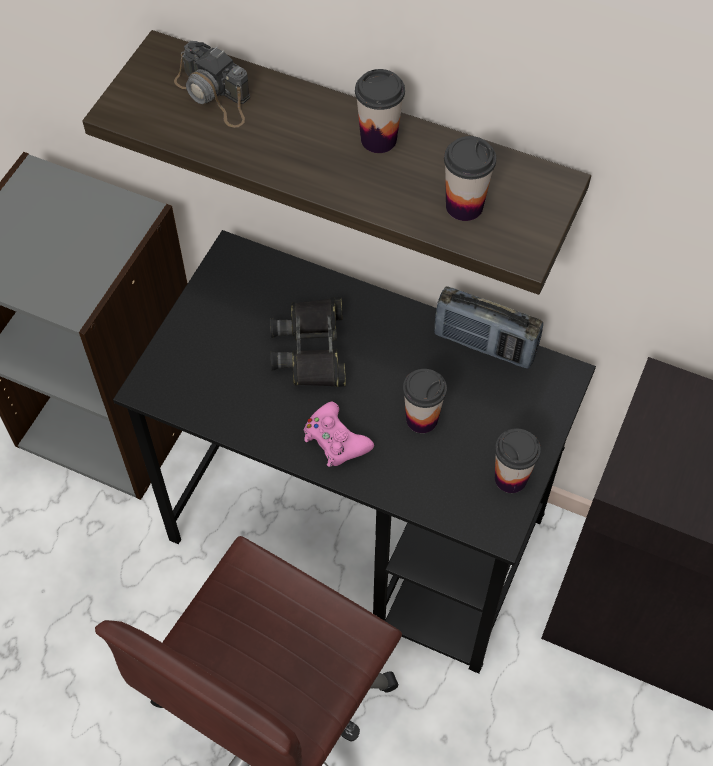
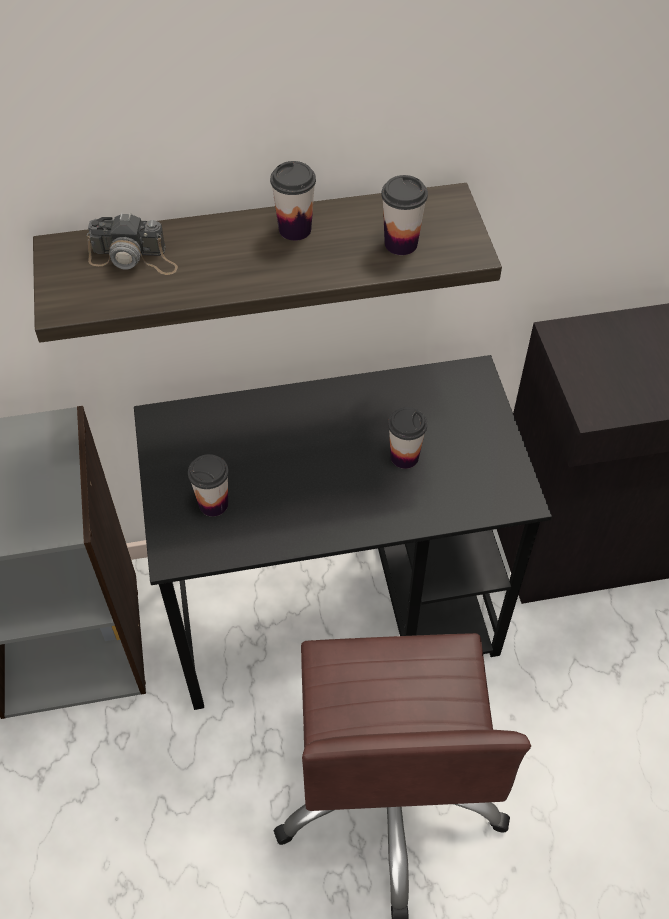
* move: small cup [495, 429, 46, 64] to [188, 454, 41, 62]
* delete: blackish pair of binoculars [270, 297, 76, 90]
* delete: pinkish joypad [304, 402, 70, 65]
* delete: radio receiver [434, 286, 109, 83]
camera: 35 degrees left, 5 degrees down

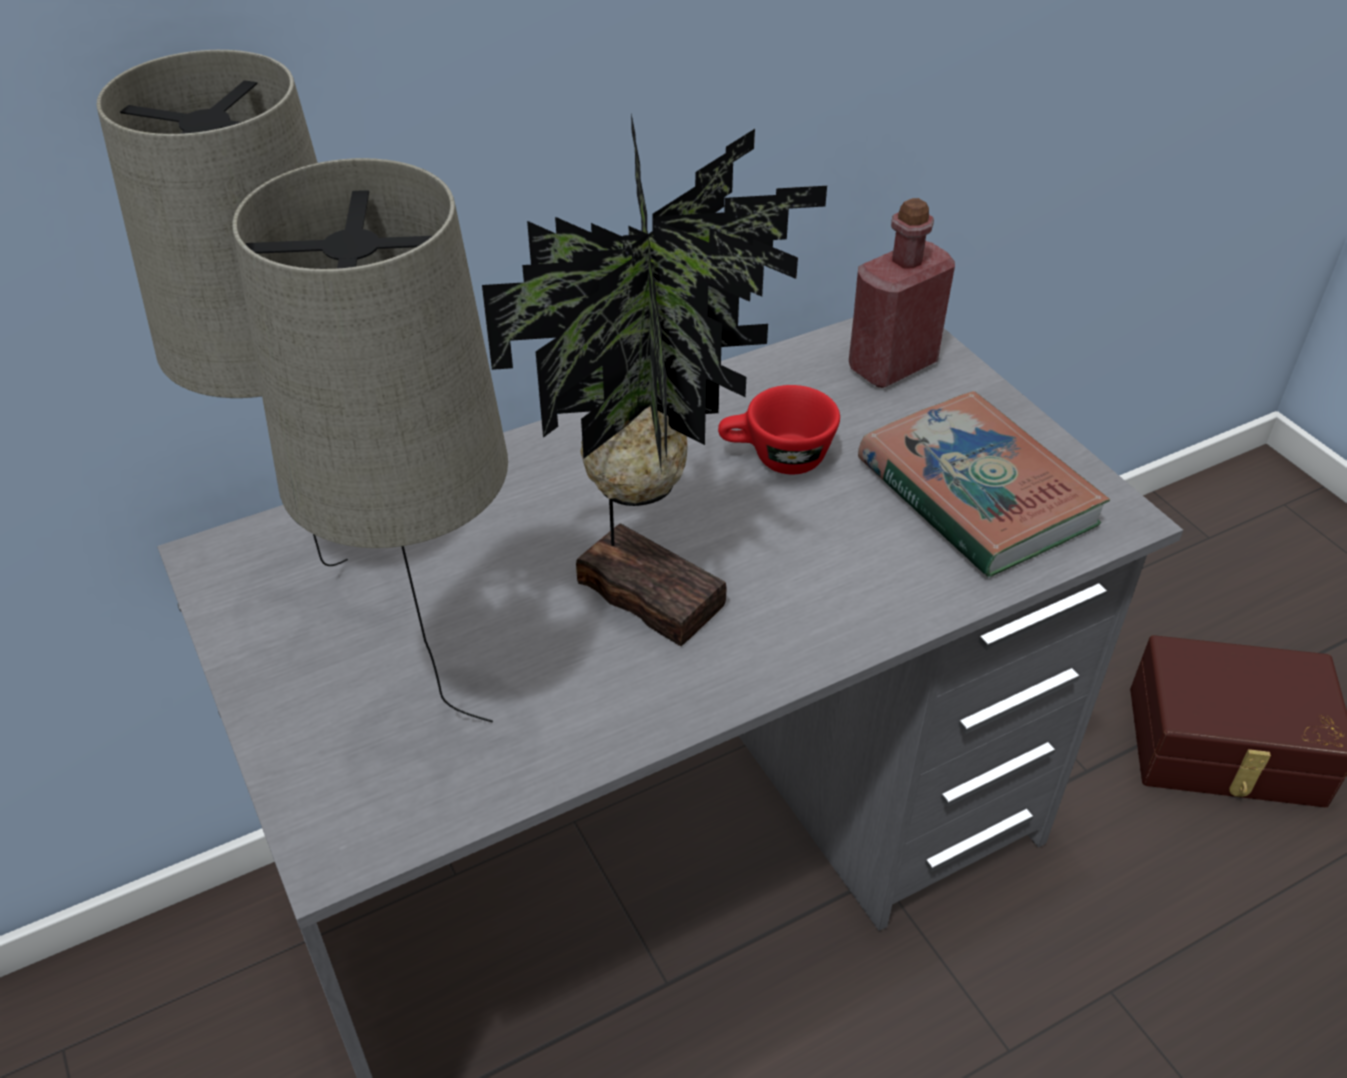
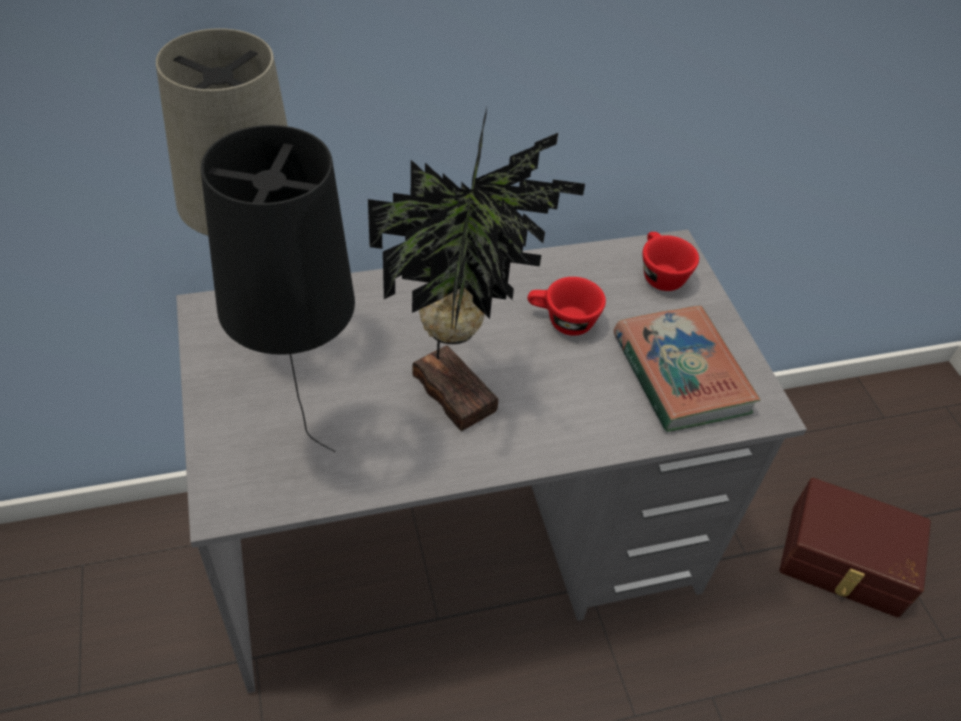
* recolor: sand-coloured table lamp [232, 158, 276, 564] to blackish table lamp [201, 125, 154, 327]
* replace: red-coloured drink bottle [849, 198, 106, 190] to red-coloured small cup [643, 232, 56, 59]
camera: 10 degrees right, 5 degrees up

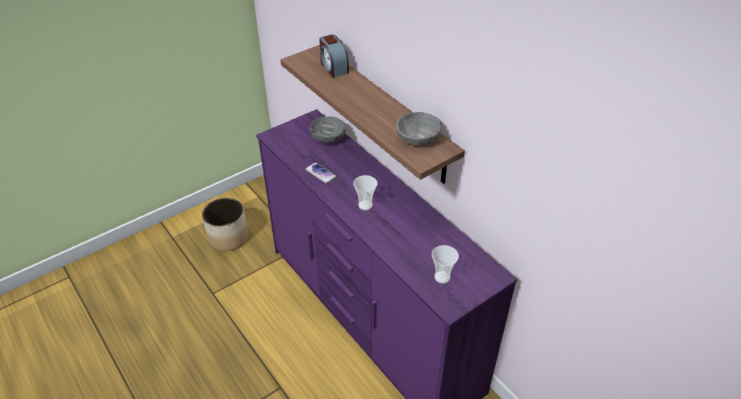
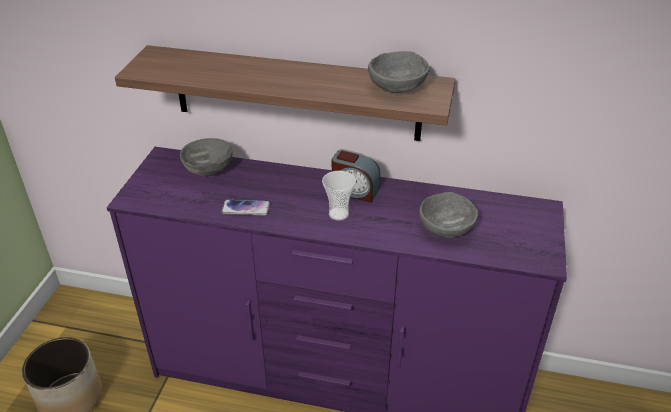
* move: bedside clock [319, 35, 30, 43] to [332, 149, 48, 54]
* insert: greyish bowl [419, 192, 59, 46]
* delete: small cup [432, 245, 27, 39]
camera: 40 degrees left, 5 degrees down

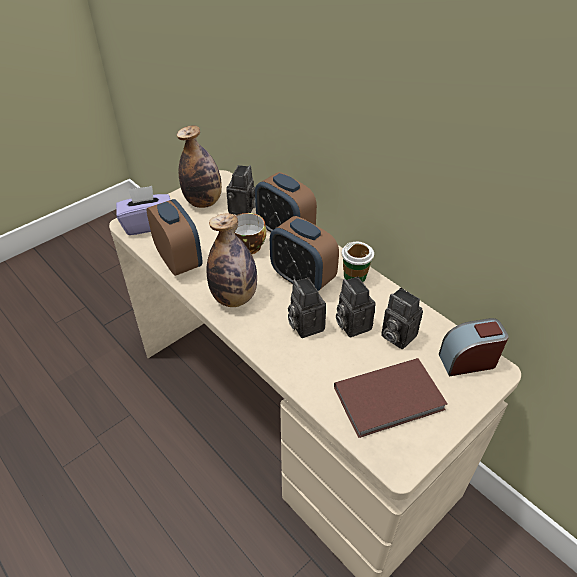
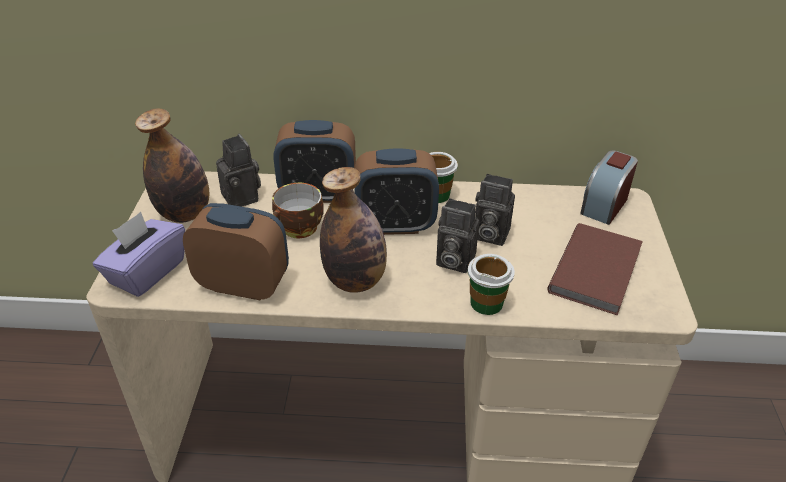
* insert: small cup [468, 254, 47, 61]
* delete: photo camera [381, 288, 42, 61]
camera: 45 degrees left, 5 degrees down

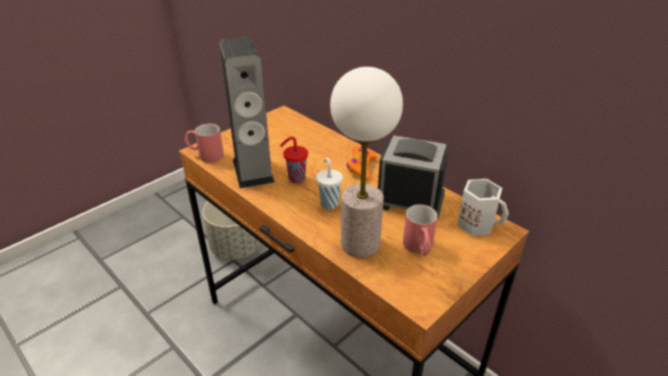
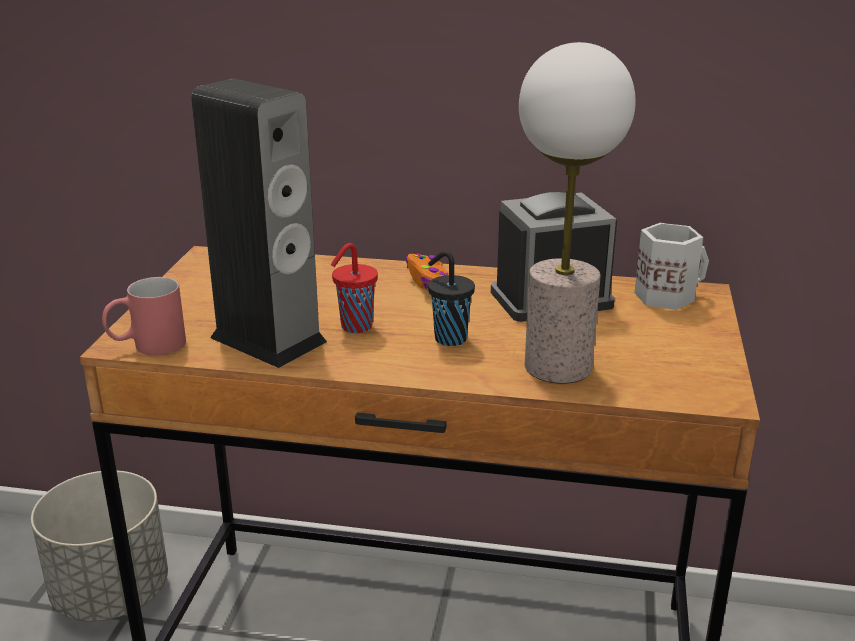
* recolor: whitish small cup [316, 158, 27, 51] to blackish small cup [428, 251, 47, 95]
* delete: red-coloured mug [403, 205, 34, 51]
camera: 35 degrees left, 10 degrees down

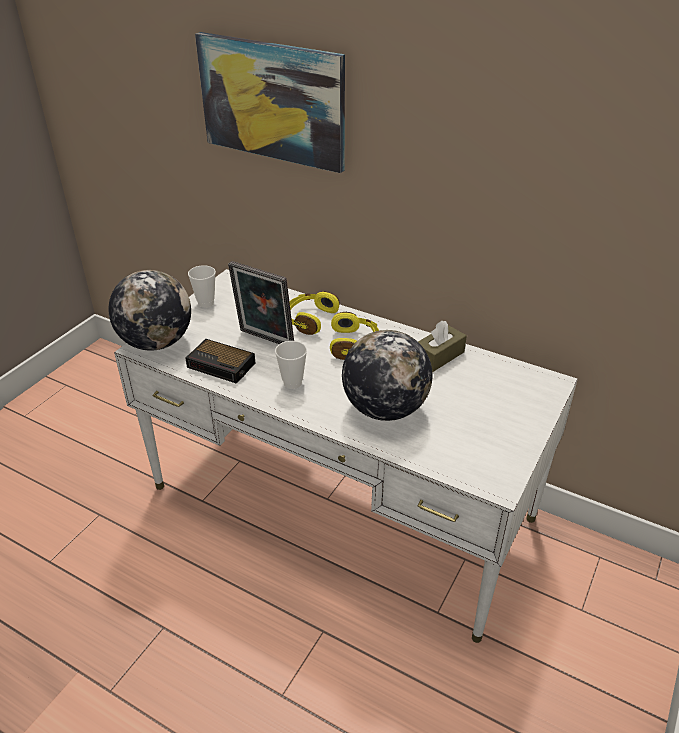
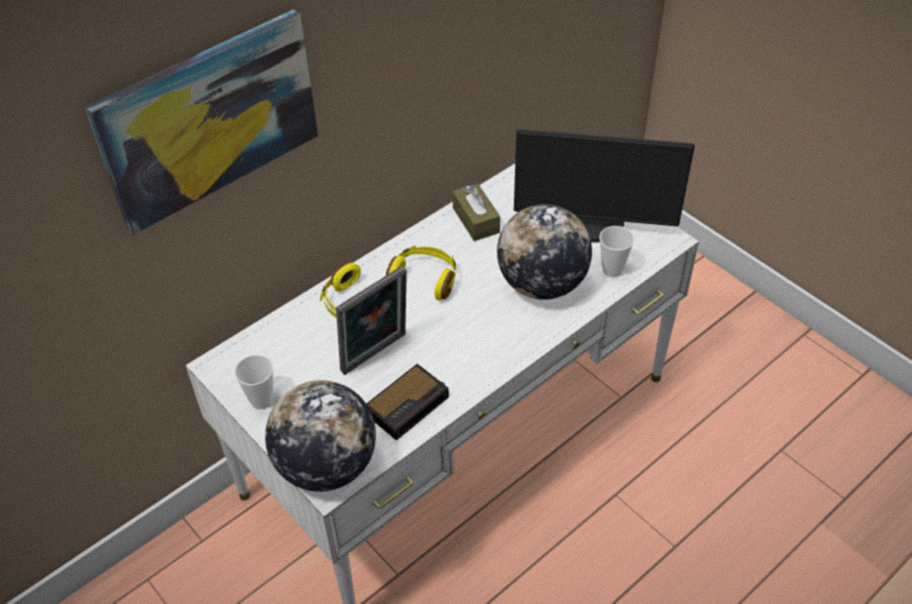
* insert: computer display [514, 129, 181, 113]
* move: small cup [275, 341, 32, 48] to [599, 226, 35, 51]
camera: 70 degrees left, 10 degrees up

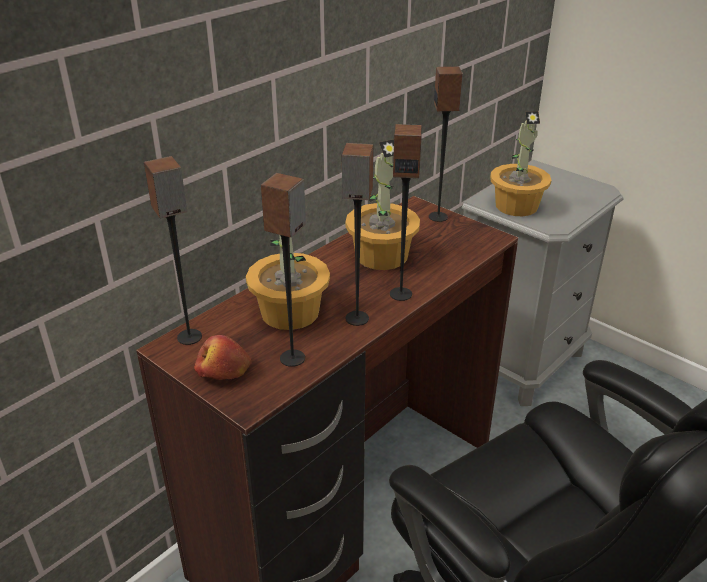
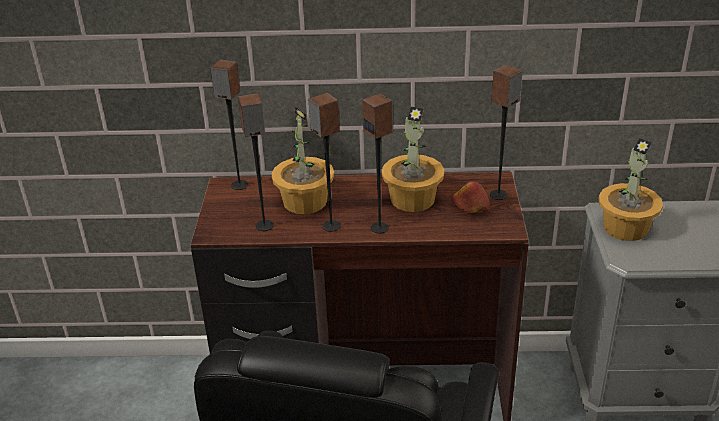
* move: apple [194, 335, 57, 45] to [452, 181, 38, 32]
camera: 50 degrees right, 0 degrees up

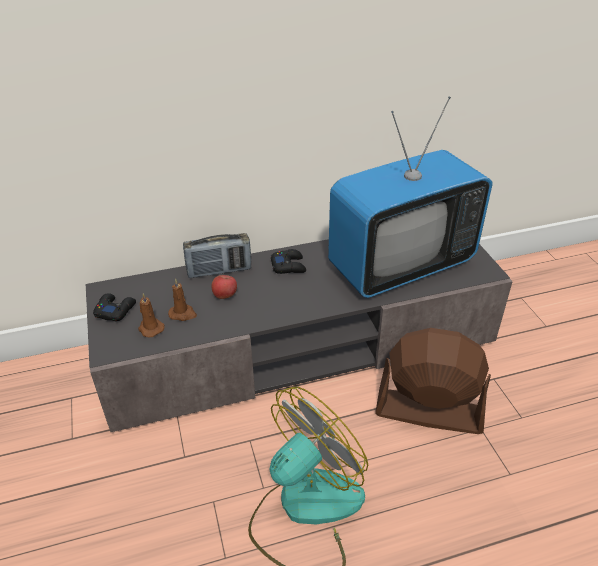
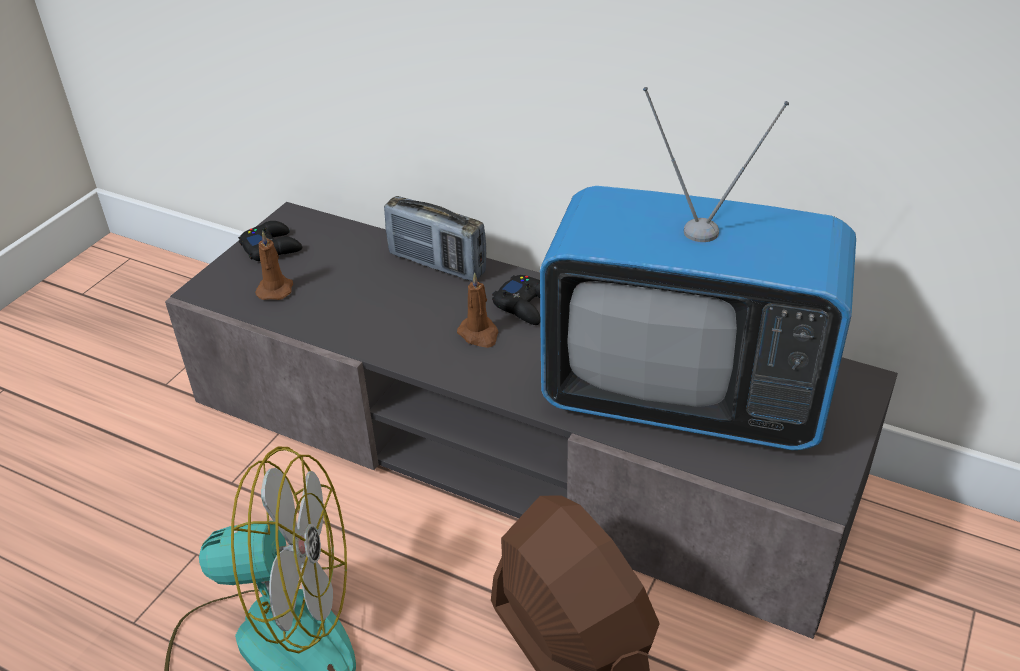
* move: brown-coloured candle [168, 278, 29, 43] to [457, 272, 42, 76]
* delete: apple [211, 275, 26, 24]
camera: 45 degrees right, 0 degrees up

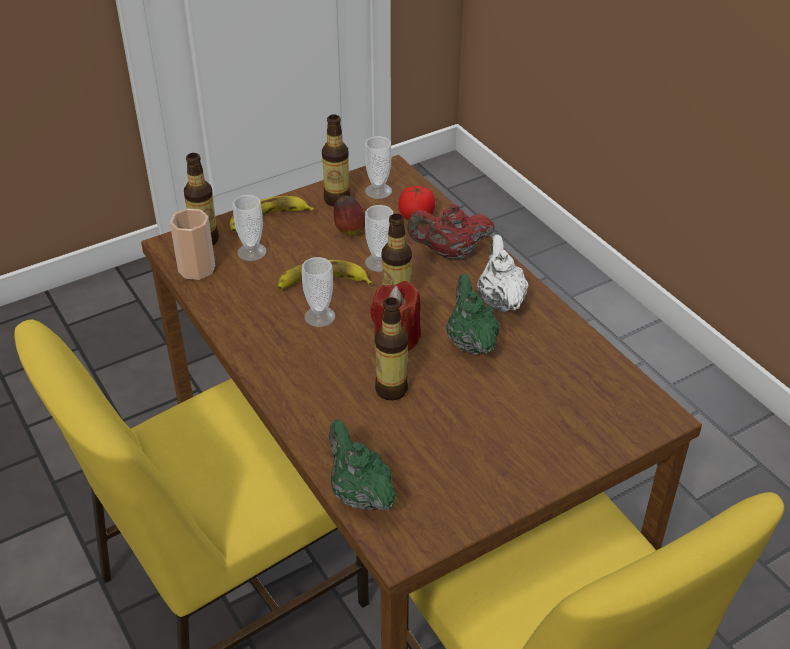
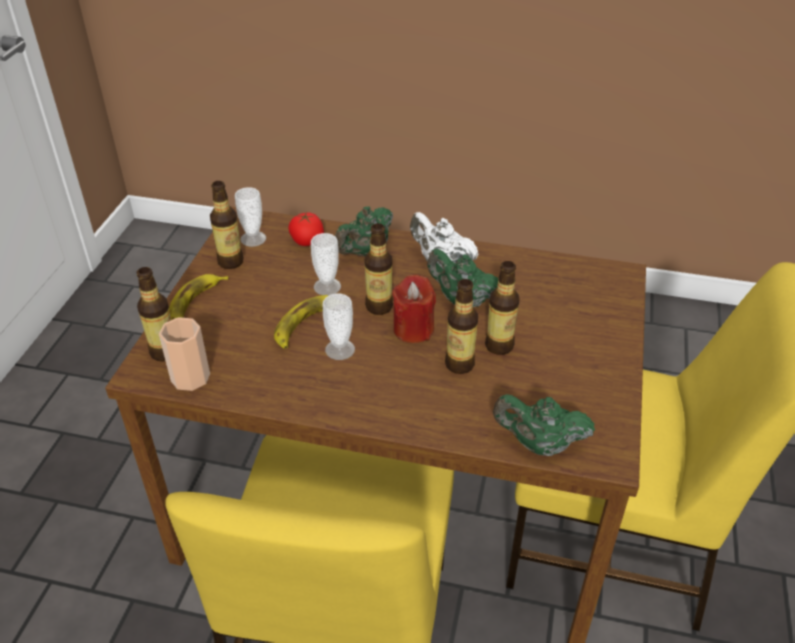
* recolor: red-coloured tea pot [407, 204, 88, 55] to green tea pot [335, 206, 58, 51]
* insert: drink bottle [485, 261, 35, 94]
* delete: small cup [233, 195, 34, 66]
* delete: apple [334, 195, 31, 41]
camera: 45 degrees left, 0 degrees up

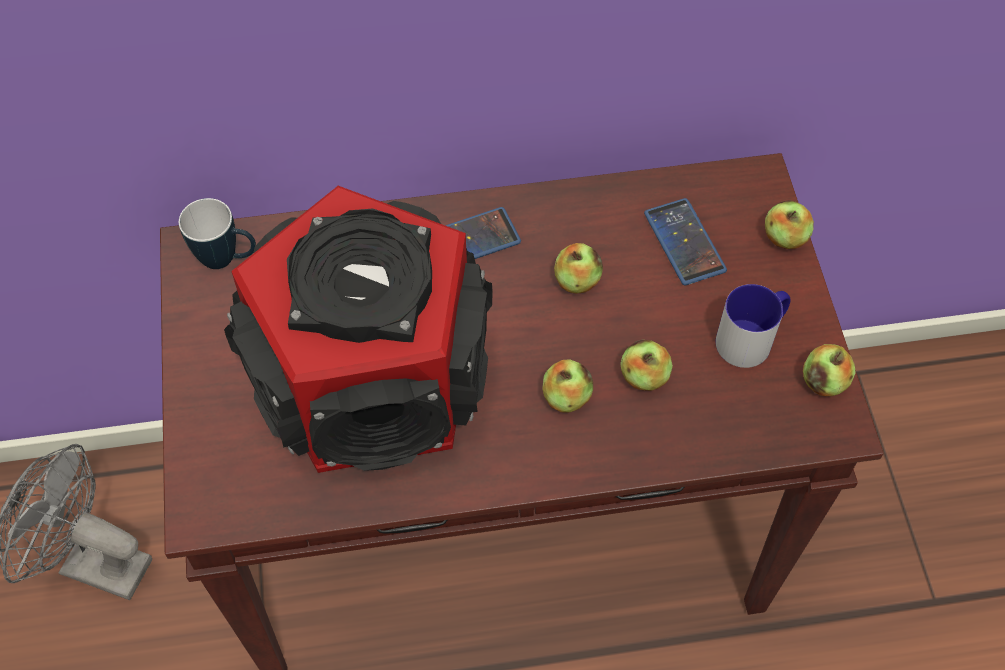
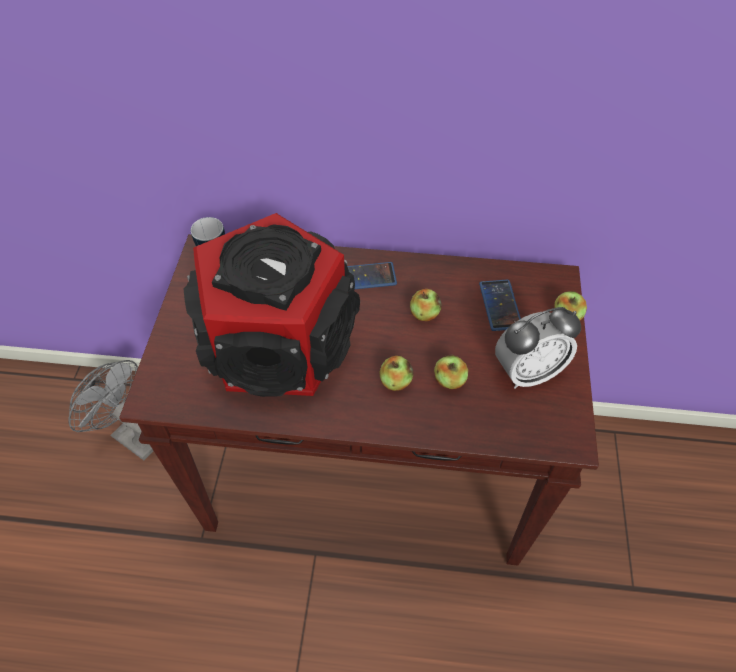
* replace: mug [716, 284, 74, 84] to bedside clock [495, 307, 86, 81]
* delete: apple [803, 344, 52, 52]
camera: 15 degrees right, 5 degrees down

